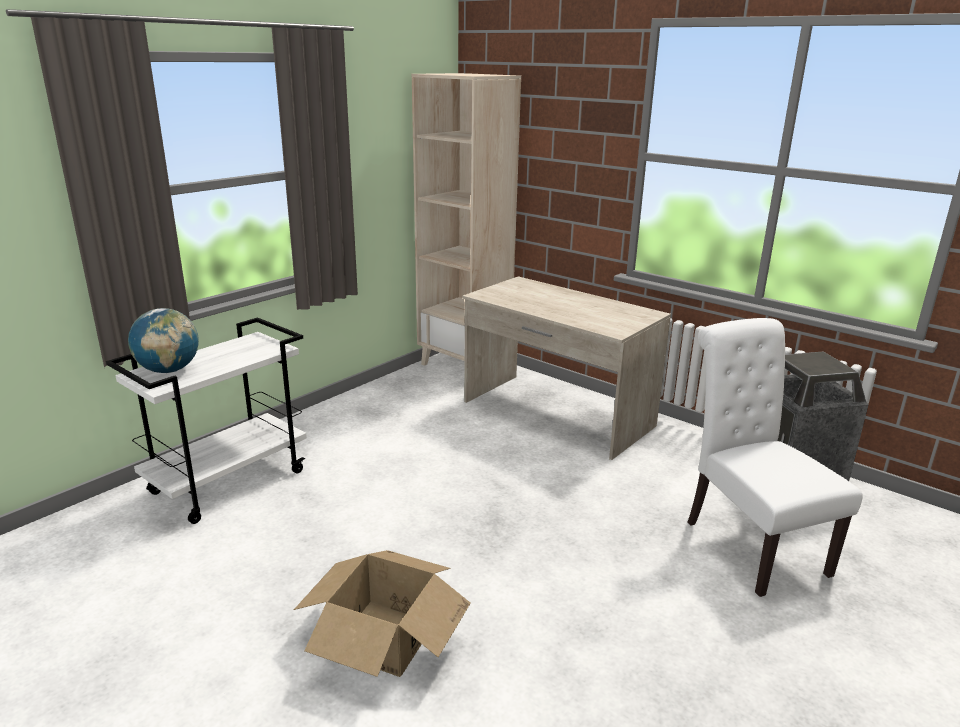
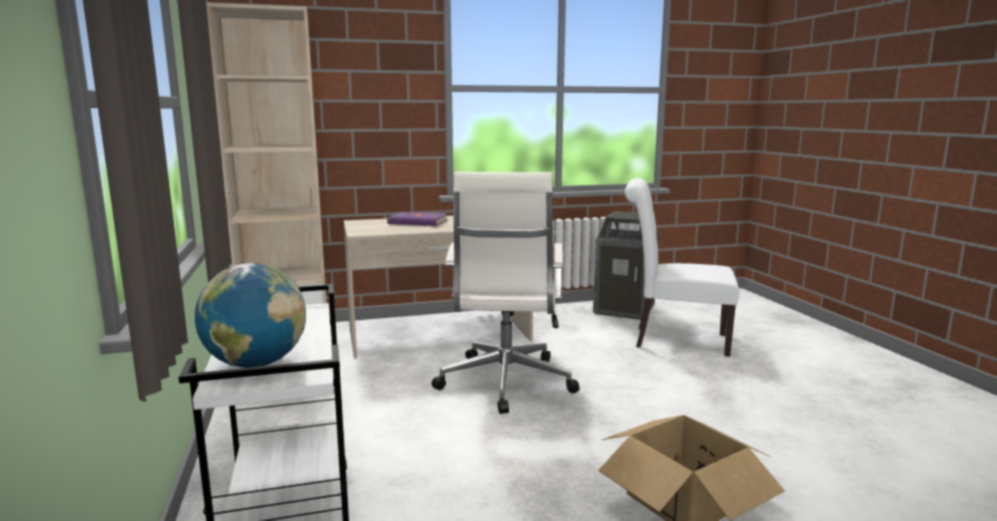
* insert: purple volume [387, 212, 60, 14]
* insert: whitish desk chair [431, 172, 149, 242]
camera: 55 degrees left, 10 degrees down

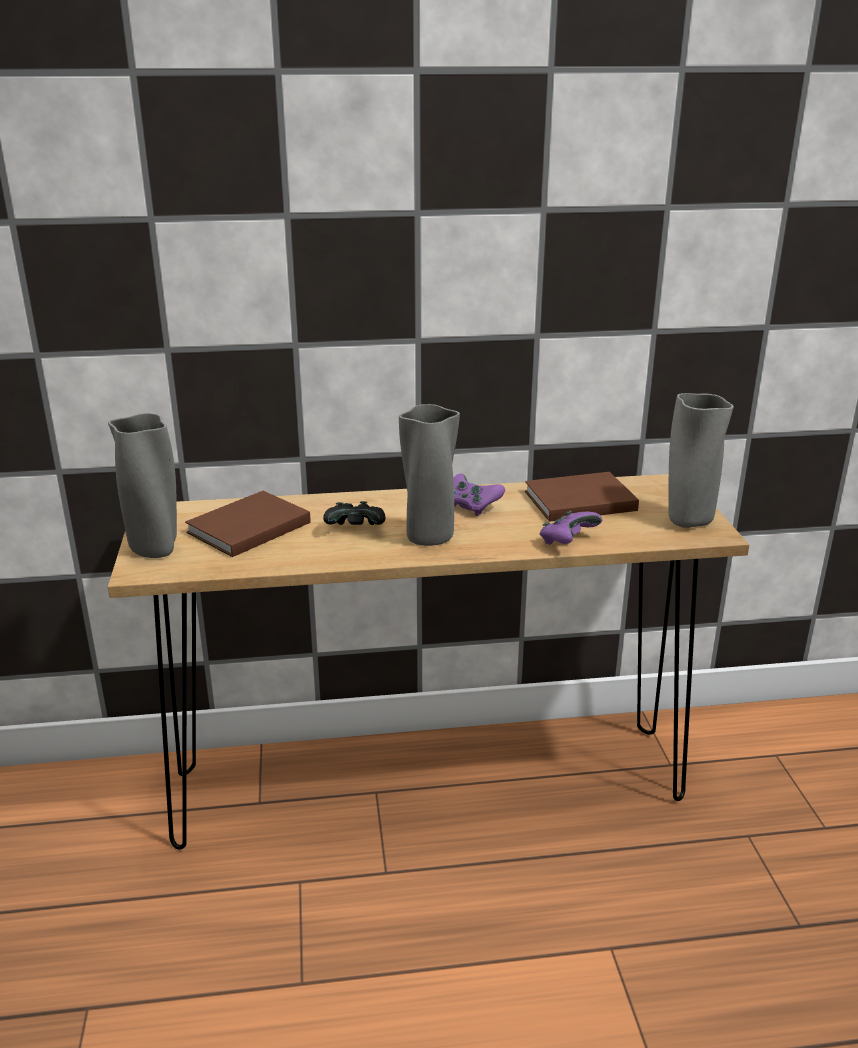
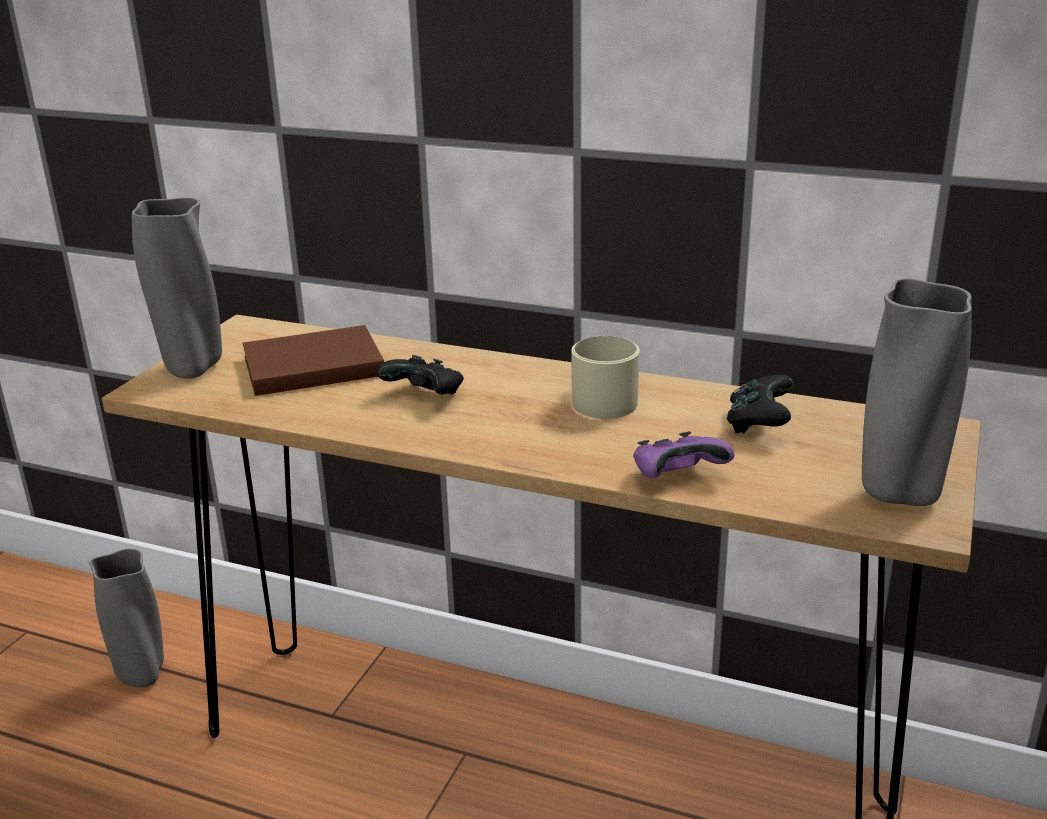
* move: greyish decorative vase [399, 404, 61, 142] to [89, 548, 75, 139]
* replace: purple joypad [453, 473, 52, 43] to sand-coloured mug [571, 336, 69, 83]
* replace: brown-coloured volume [525, 472, 114, 50] to blackish joypad [727, 375, 66, 59]
camera: 30 degrees right, 0 degrees up

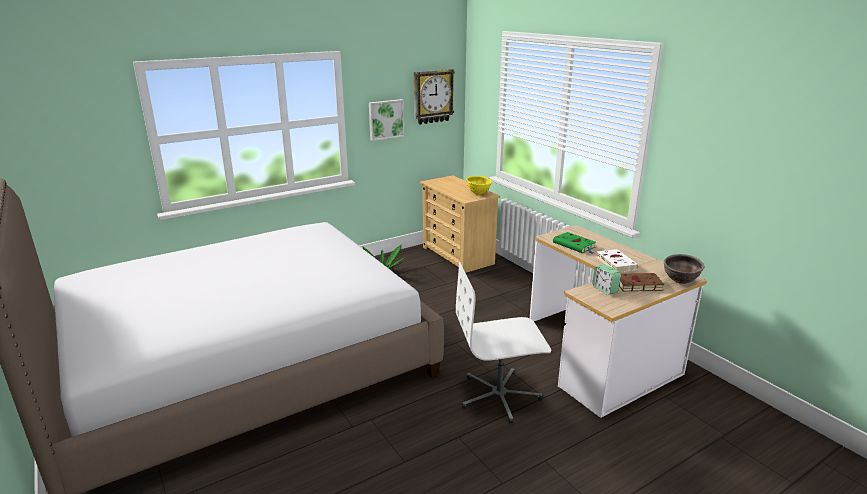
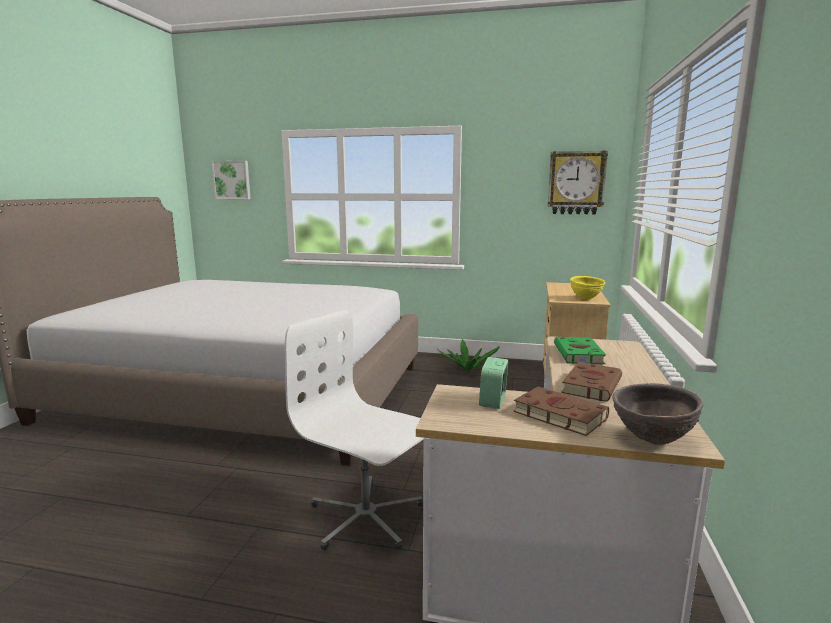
* move: picture [369, 99, 35, 42] to [212, 161, 39, 38]
* recolor: whitish volume [597, 249, 42, 23] to brown-coloured volume [561, 362, 61, 40]
camera: 45 degrees right, 10 degrees down

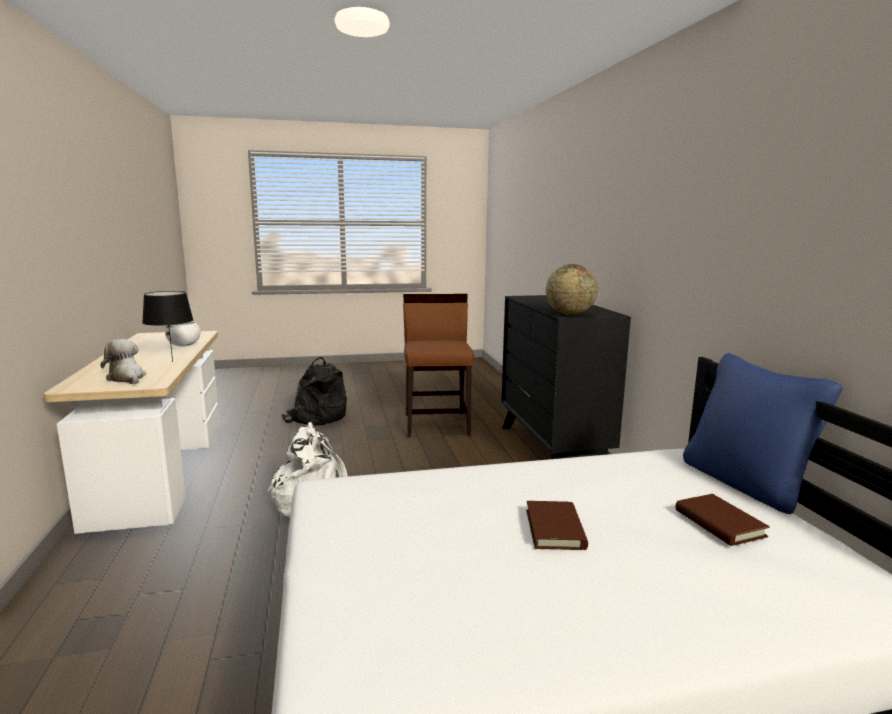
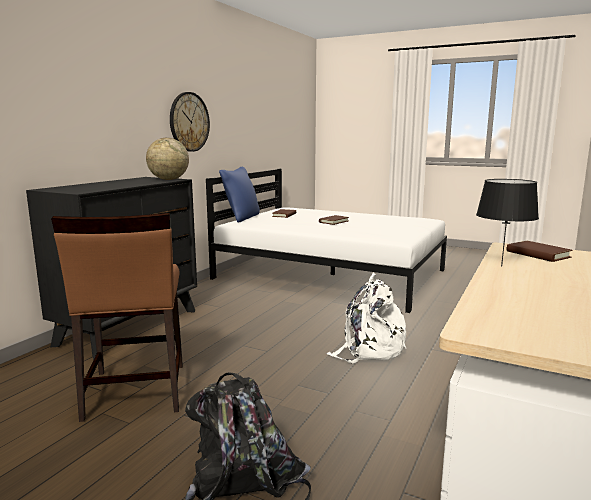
* rotate: brown-coloured plain chair [403, 294, 71, 143] = [51, 213, 132, 209] 45 degrees counterclockwise
* insert: wall clock [170, 92, 40, 60]
* replace: plush toy [101, 339, 45, 45] to brown-coloured volume [507, 241, 65, 21]
* delete: whitish bowl [165, 321, 36, 25]
camera: 140 degrees left, 0 degrees up

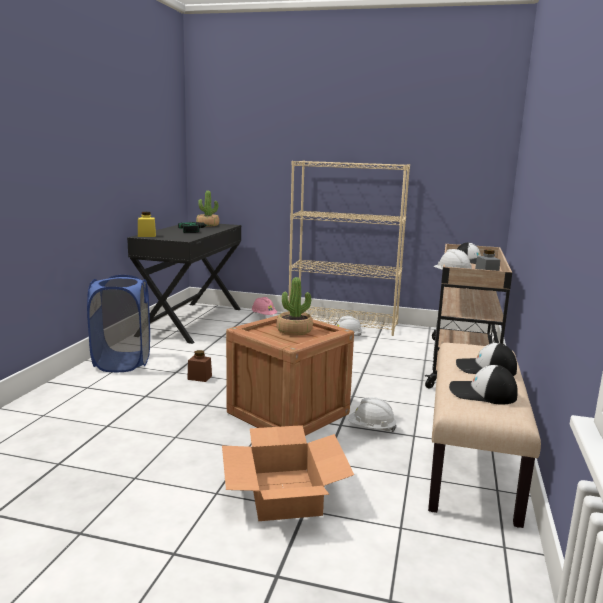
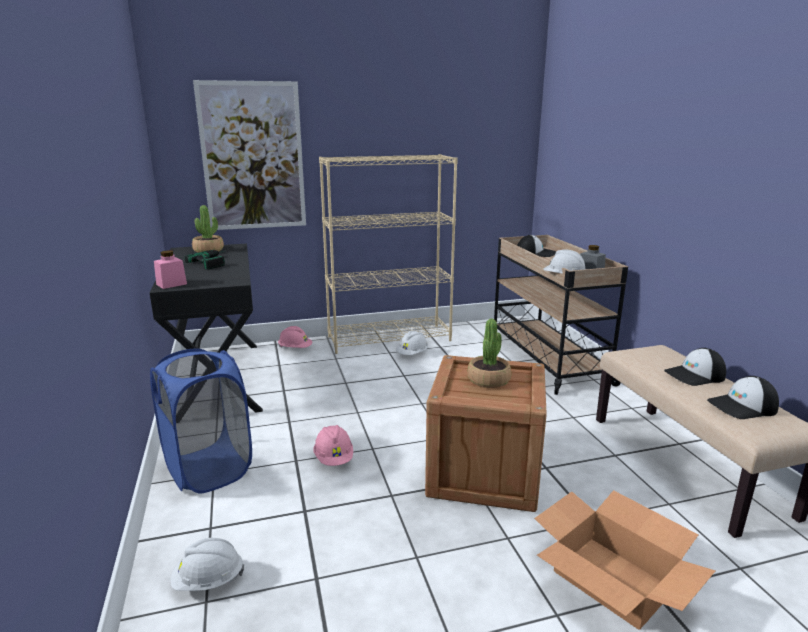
* recolor: yellowish storage jar [138, 212, 18, 25] to pinkish storage jar [154, 250, 33, 39]
* move: whitish safety helmet [348, 397, 49, 35] to [170, 538, 74, 53]
* insert: picture [193, 80, 113, 150]
* replace: brown-coloured storage jar [187, 350, 25, 32] to pinkish safety helmet [313, 425, 40, 41]
camera: 30 degrees left, 5 degrees up

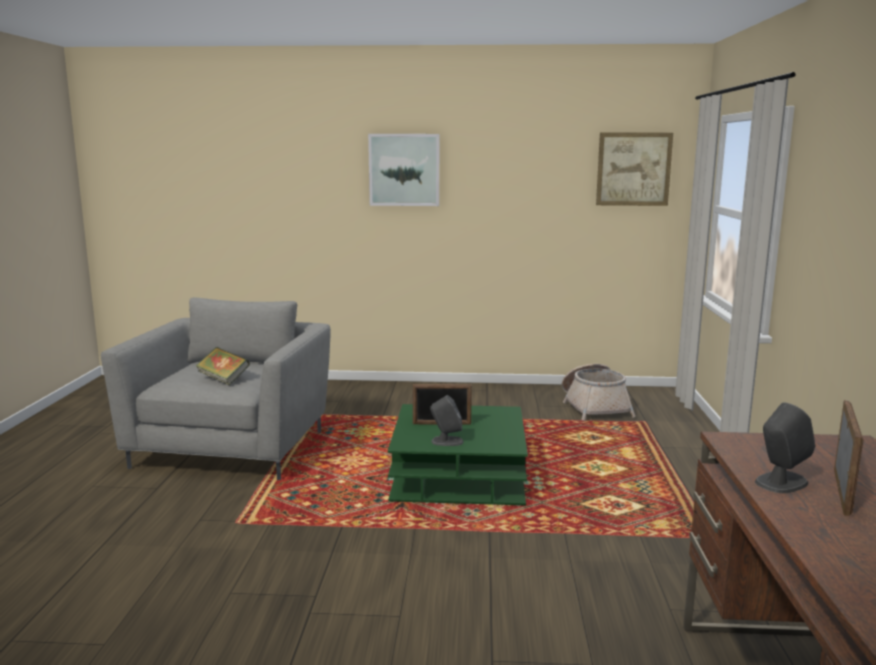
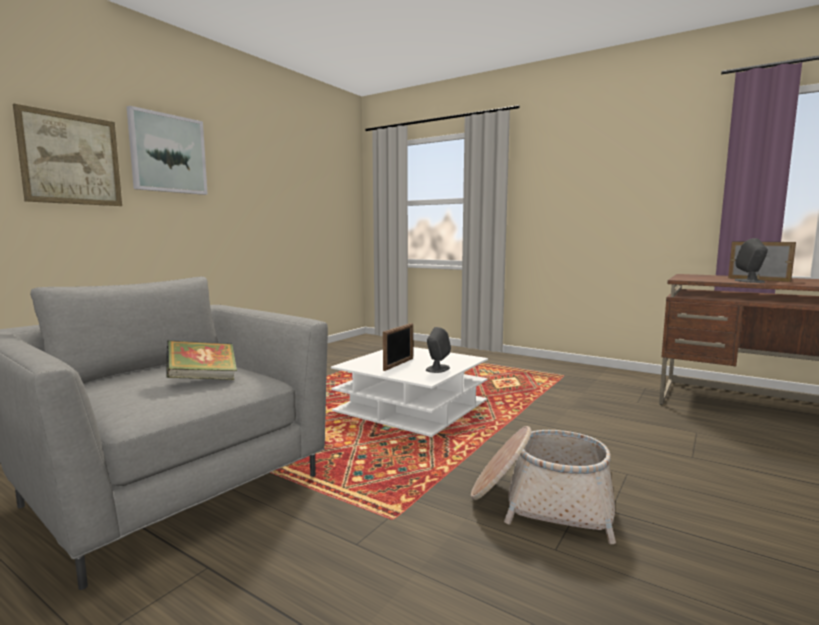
* move: picture [596, 133, 77, 73] to [13, 104, 109, 102]
* recolor: green low table [388, 404, 140, 101] to whitish low table [331, 347, 157, 90]
* move: storage basket [562, 364, 74, 57] to [471, 426, 145, 118]
camera: 60 degrees left, 5 degrees down

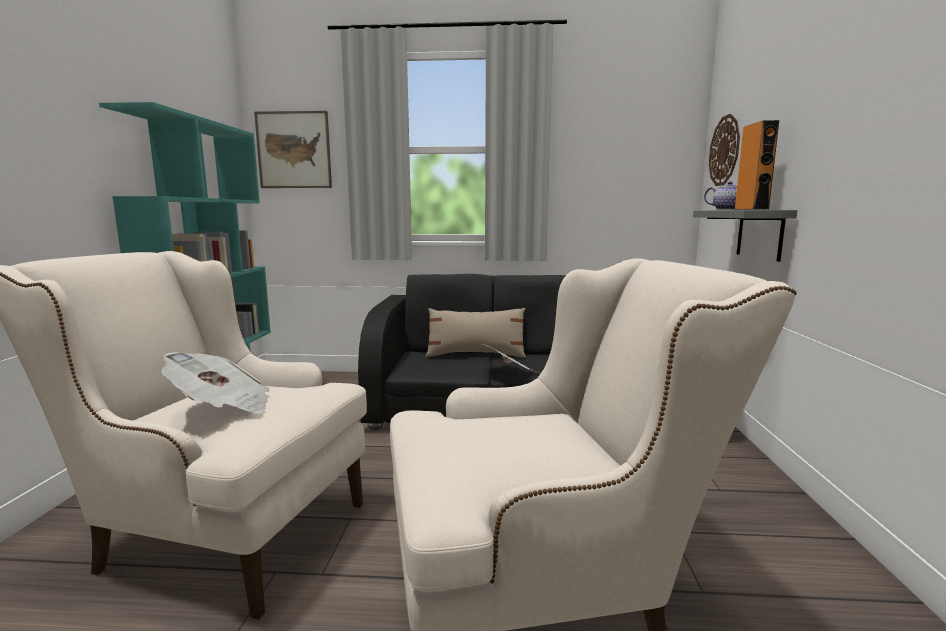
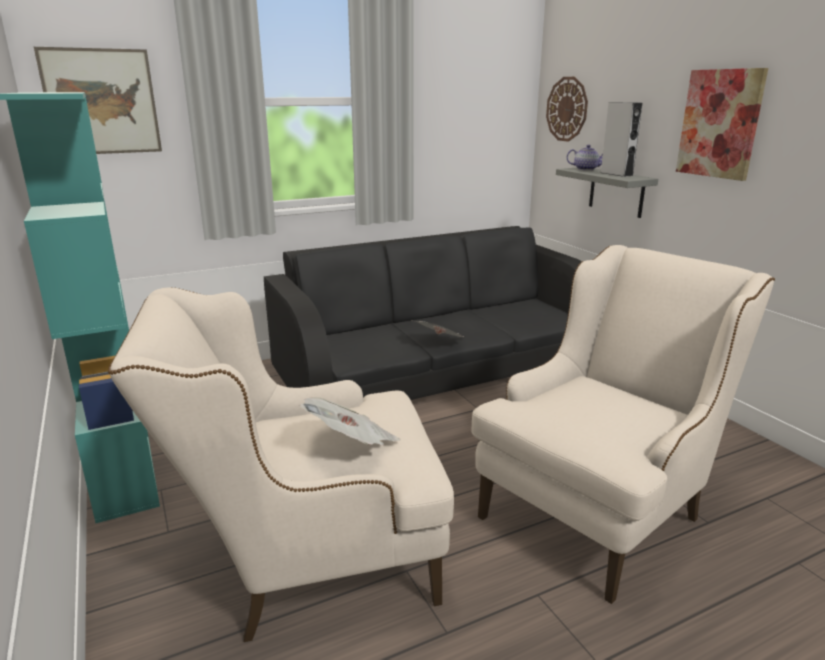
* recolor: orange audio speaker [735, 120, 44, 90] to greyish audio speaker [601, 102, 41, 75]
* insert: picture [676, 68, 92, 113]
* delete: sand-coloured pillow [426, 308, 100, 50]
camera: 30 degrees left, 10 degrees up

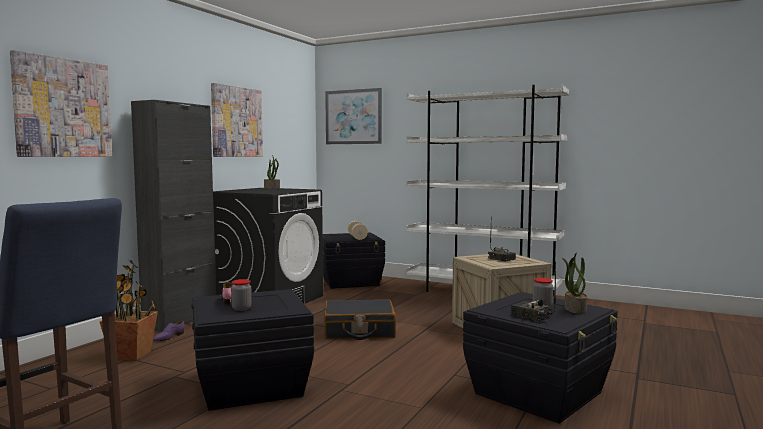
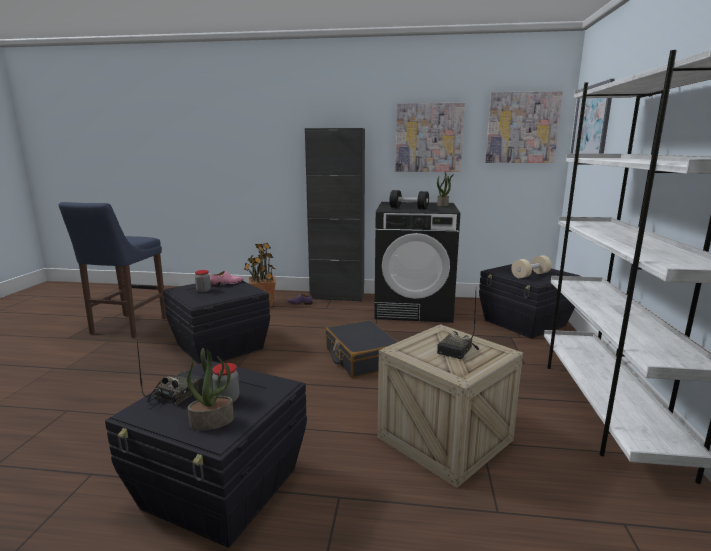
* insert: blackish hand weight [389, 190, 40, 19]
* move: picture [10, 50, 102, 107] to [485, 91, 78, 72]
camera: 70 degrees right, 10 degrees up

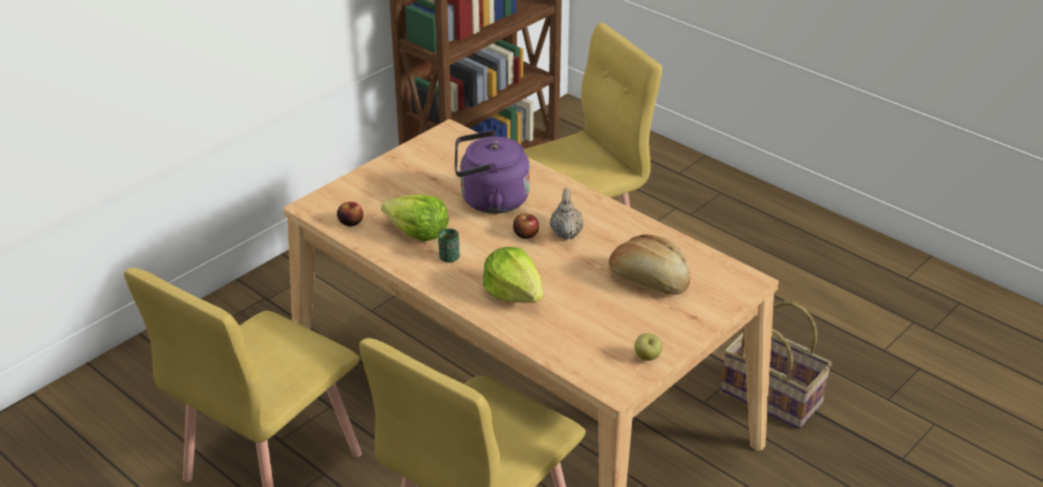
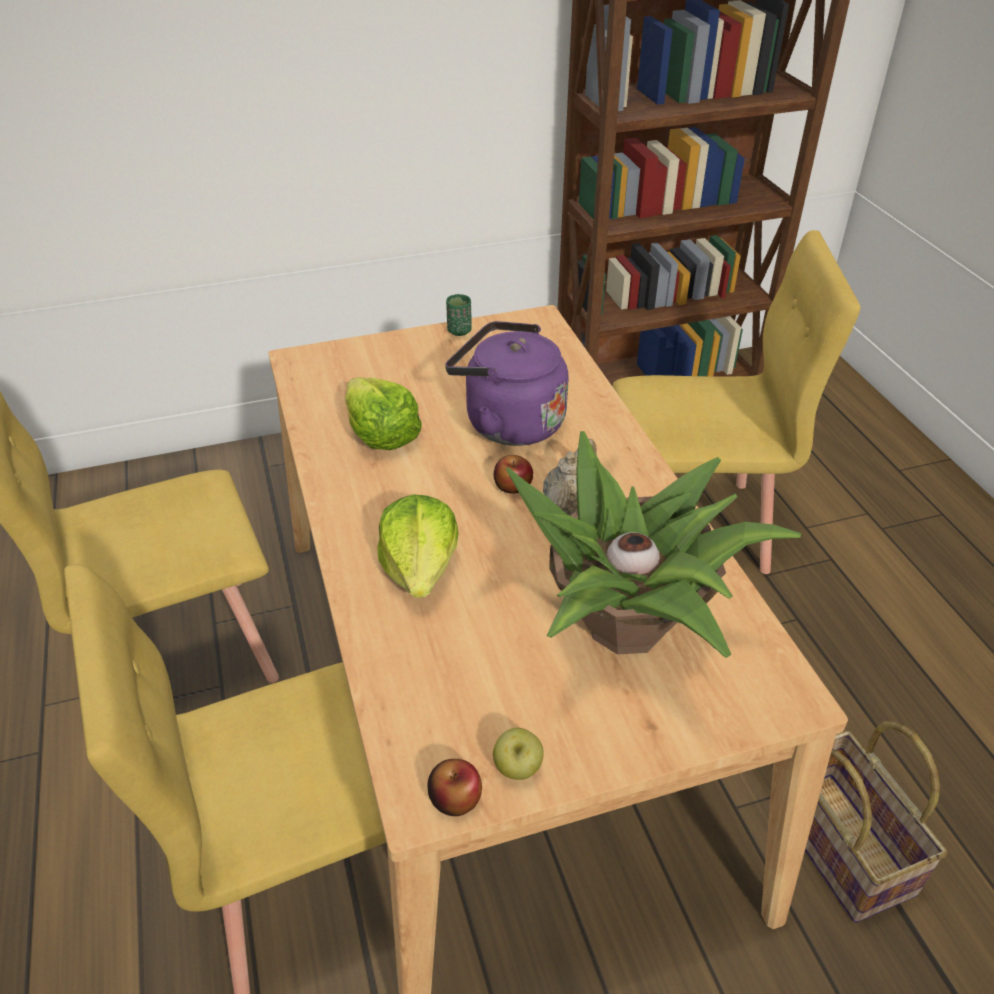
* move: apple [337, 202, 26, 24] to [427, 759, 55, 57]
* move: green small cup [438, 228, 22, 35] to [446, 294, 26, 42]
* replace: bakery bread [609, 234, 81, 61] to potted plant [506, 431, 295, 227]
camera: 30 degrees right, 5 degrees up

